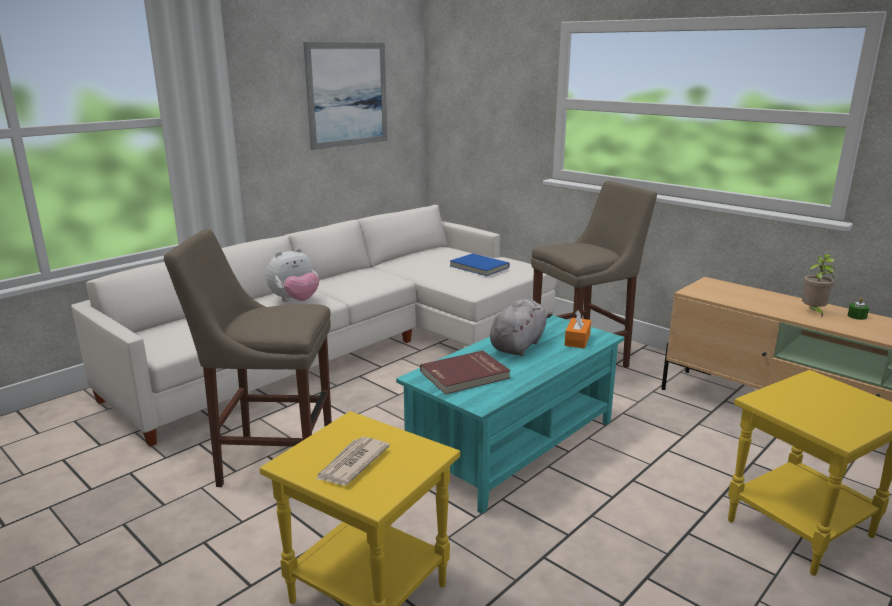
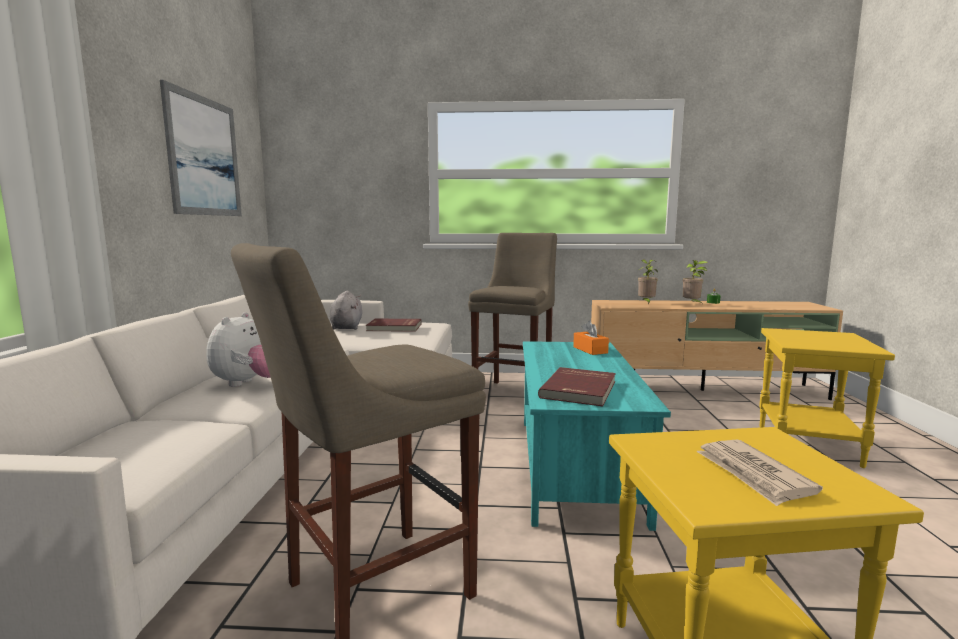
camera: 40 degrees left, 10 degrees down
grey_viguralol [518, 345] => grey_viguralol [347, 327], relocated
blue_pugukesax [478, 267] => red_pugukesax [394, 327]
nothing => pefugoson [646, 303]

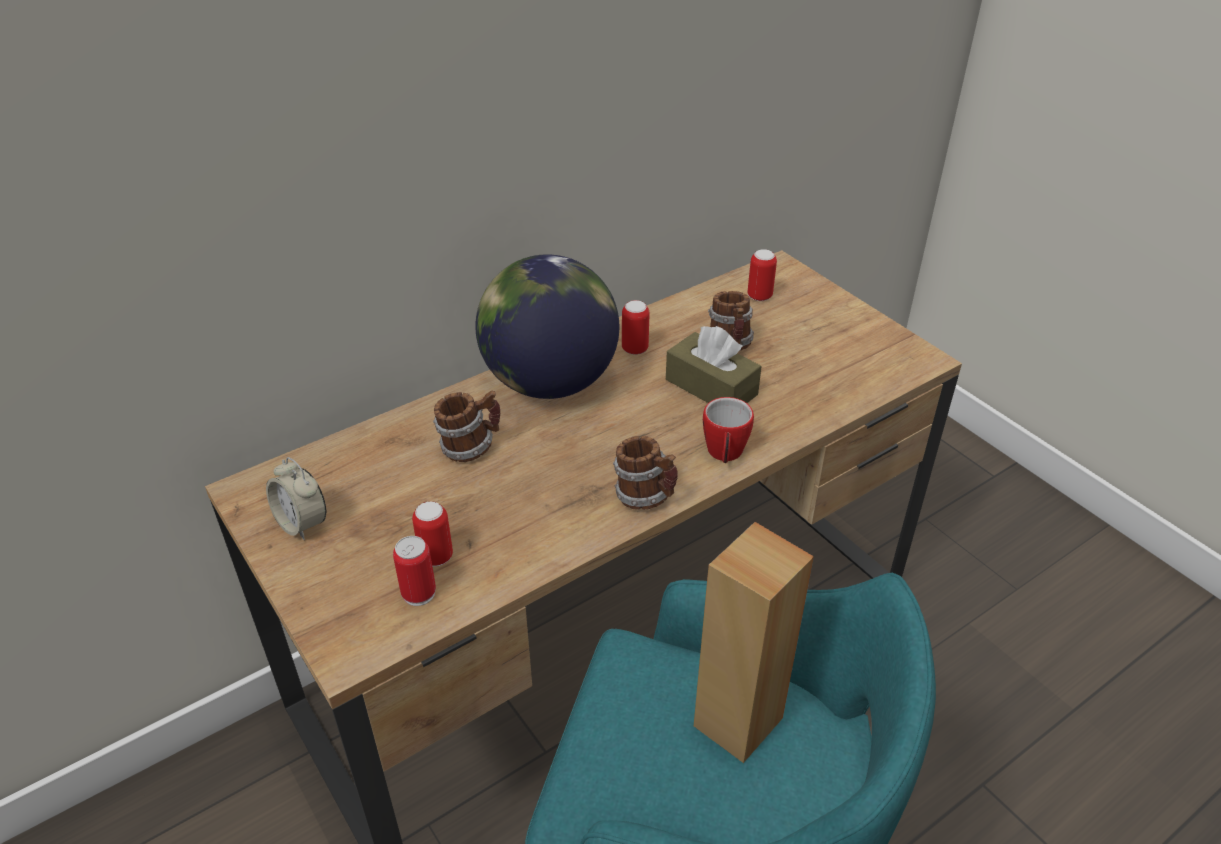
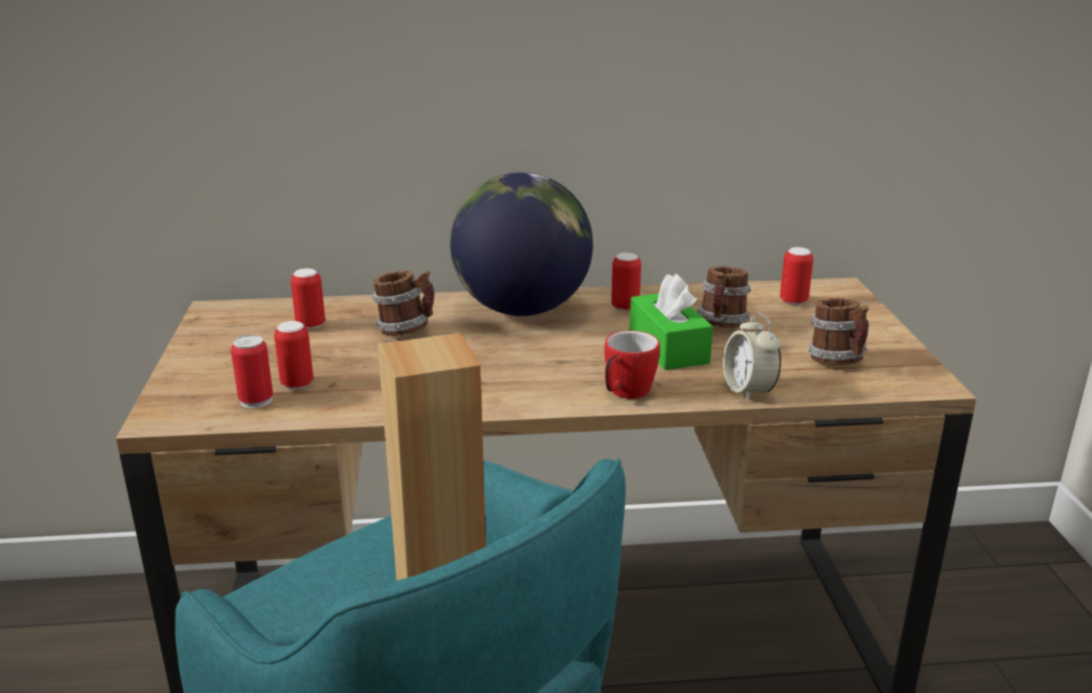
camera: 30 degrees right, 15 degrees down
nothing => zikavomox [310, 325]
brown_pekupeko [711, 387] => green_pekupeko [668, 347]
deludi [302, 523] => deludi [748, 390], relocated
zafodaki [646, 497] => zafodaki [838, 362], relocated

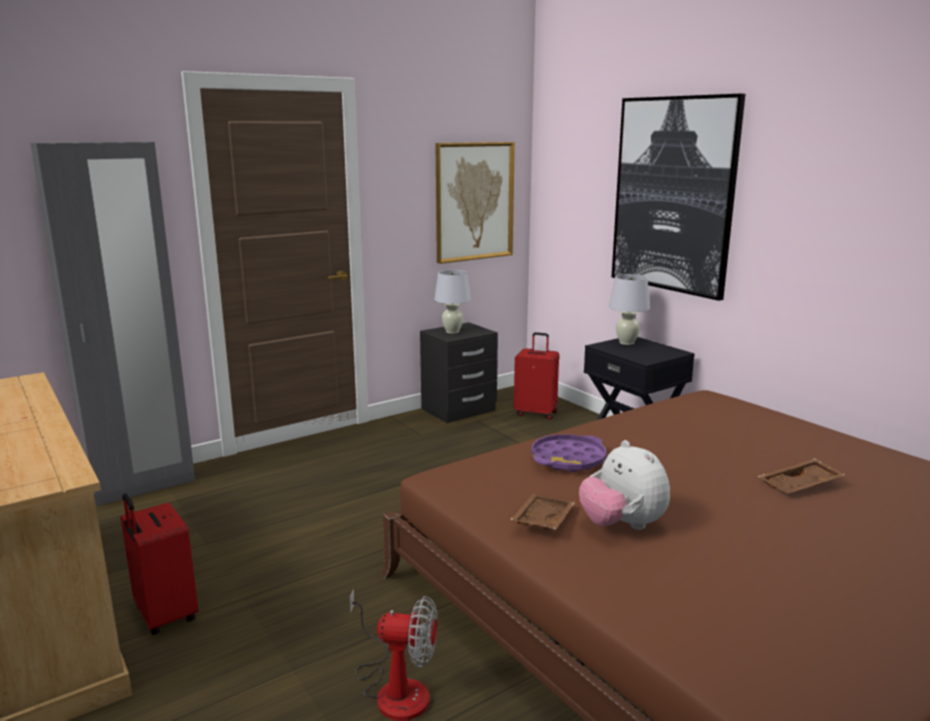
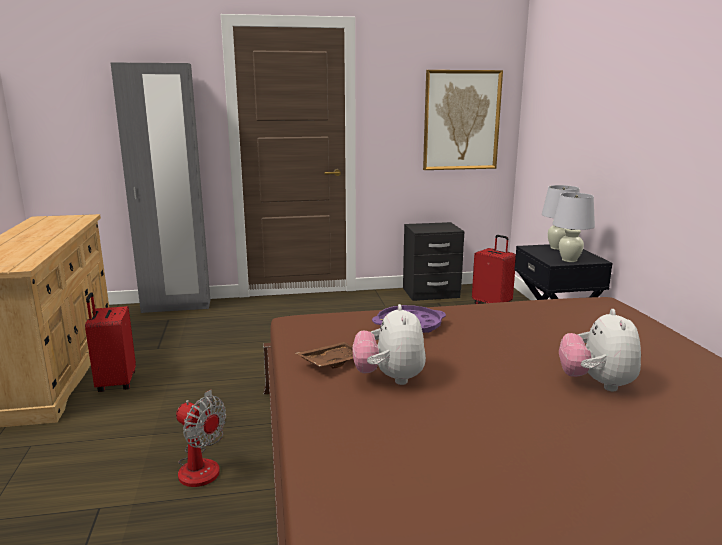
camera: 25 degrees right, 0 degrees up
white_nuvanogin [452, 331] => white_nuvanogin [569, 260], relocated
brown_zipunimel [801, 486] => viguralol [596, 384]
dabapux [673, 195] => nothing

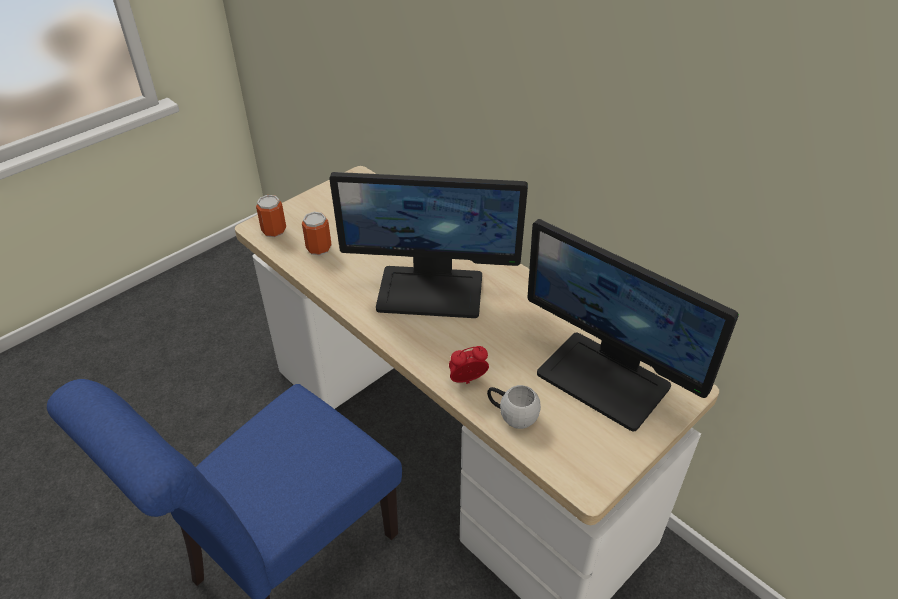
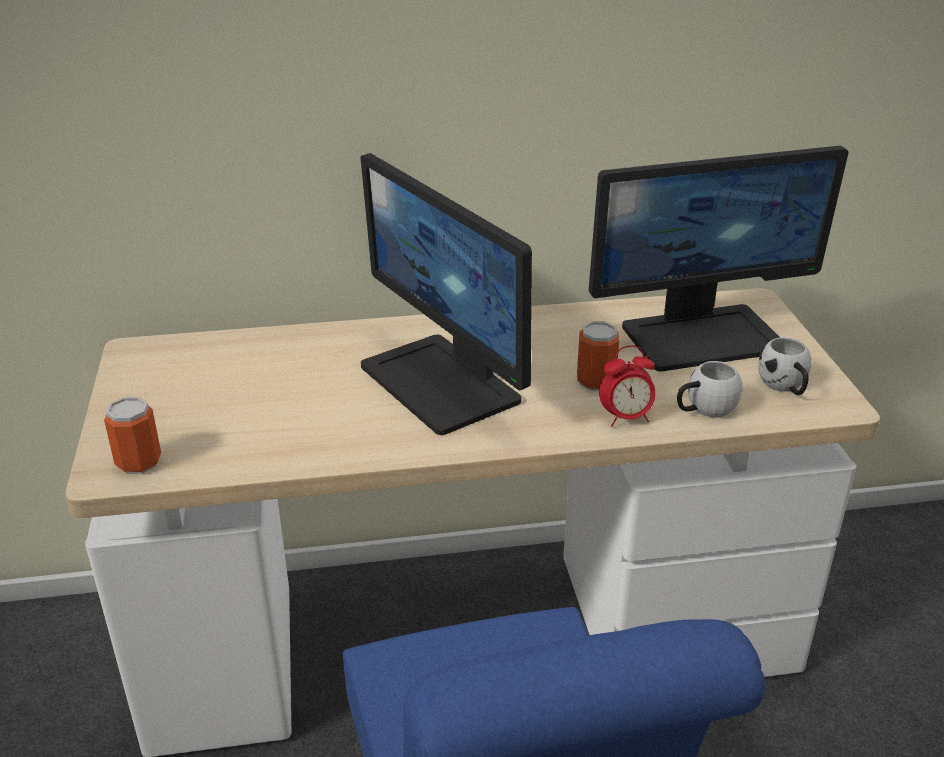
camera: 55 degrees left, 10 degrees down
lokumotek [431, 290] => lokumotek [443, 383], 105 degrees clockwise
zikavomox [319, 248] => zikavomox [595, 381], relocated
deludi [467, 381] => deludi [626, 418], 120 degrees counterclockwise
nothing => white_zafodaki [785, 387]

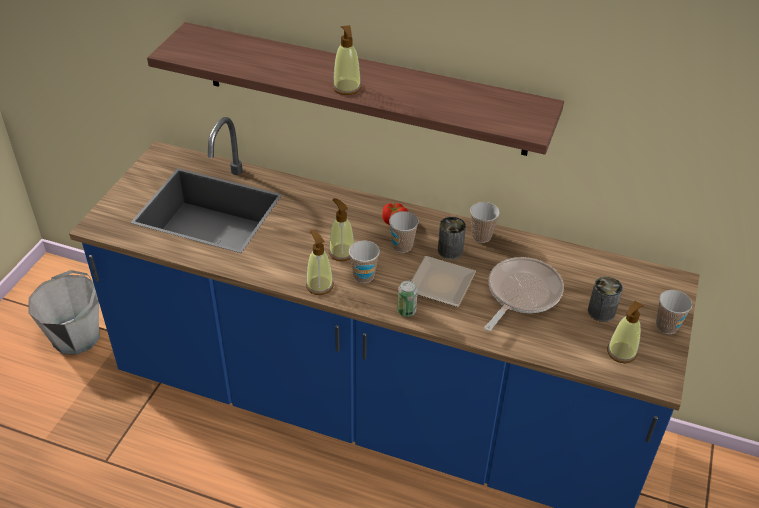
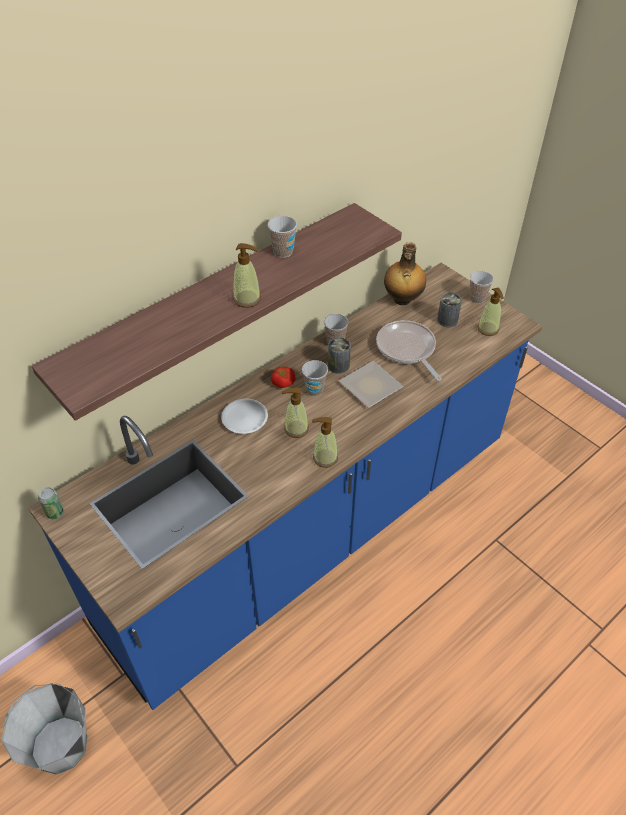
camera: 60 degrees left, 5 degrees up
zikavomox [406, 311] => zikavomox [55, 513], relocated
nothing => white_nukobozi [245, 419]
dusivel [364, 276] => dusivel [283, 252], relocated
nothing => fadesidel [402, 299]

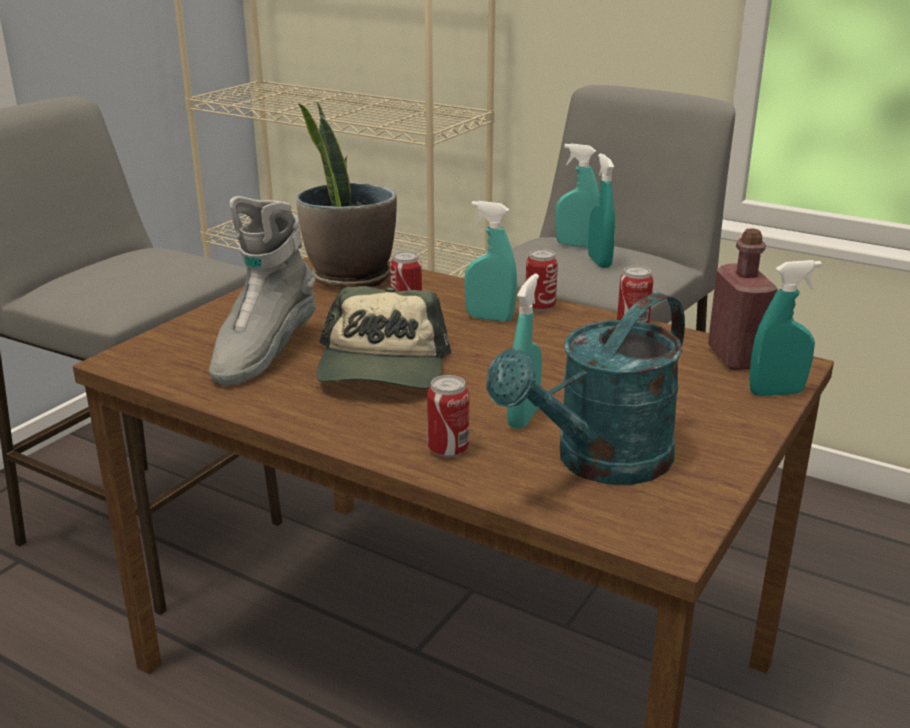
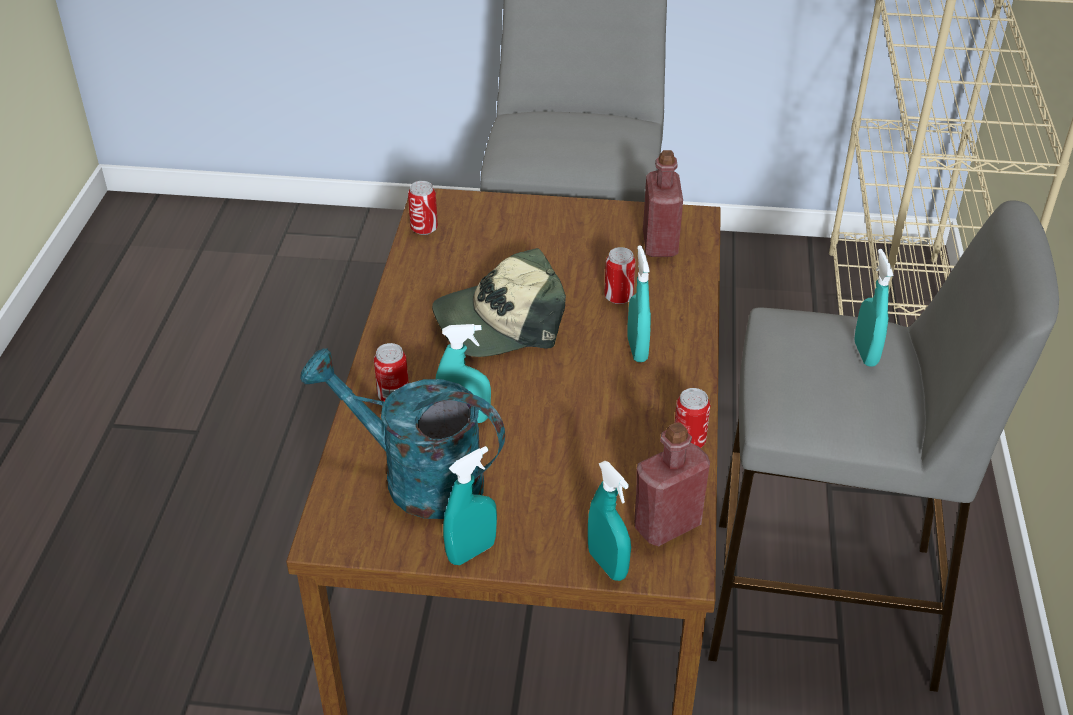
camera: 65 degrees right, 15 degrees up
zikavomox [540, 307] => zikavomox [424, 229], relocated
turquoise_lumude [599, 262] => turquoise_lumude [471, 552], relocated
pefugoson [349, 277] => red_fadesidel [660, 244]
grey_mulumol [263, 354] => nothing

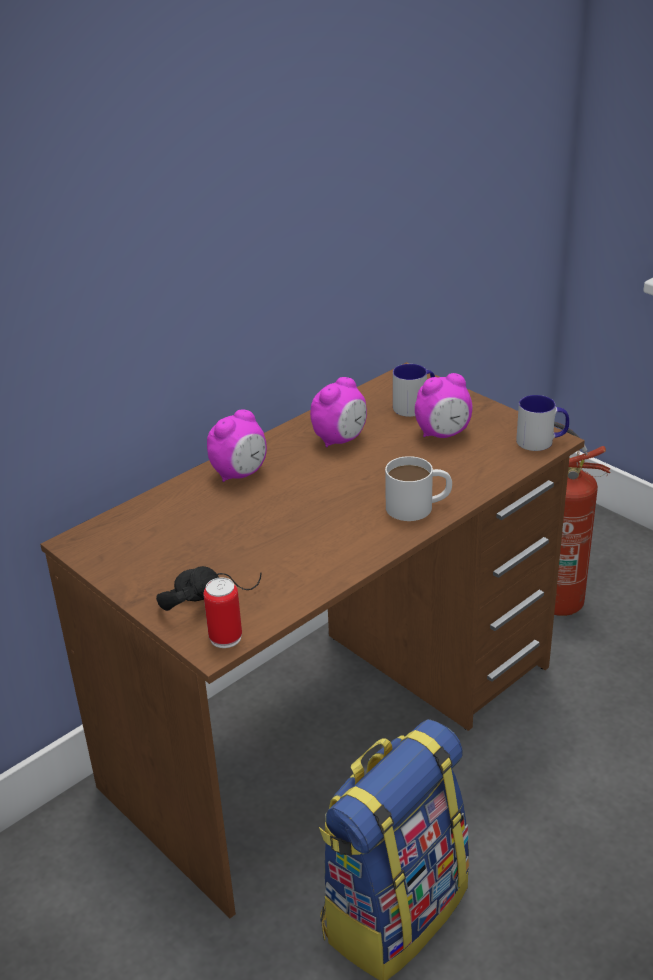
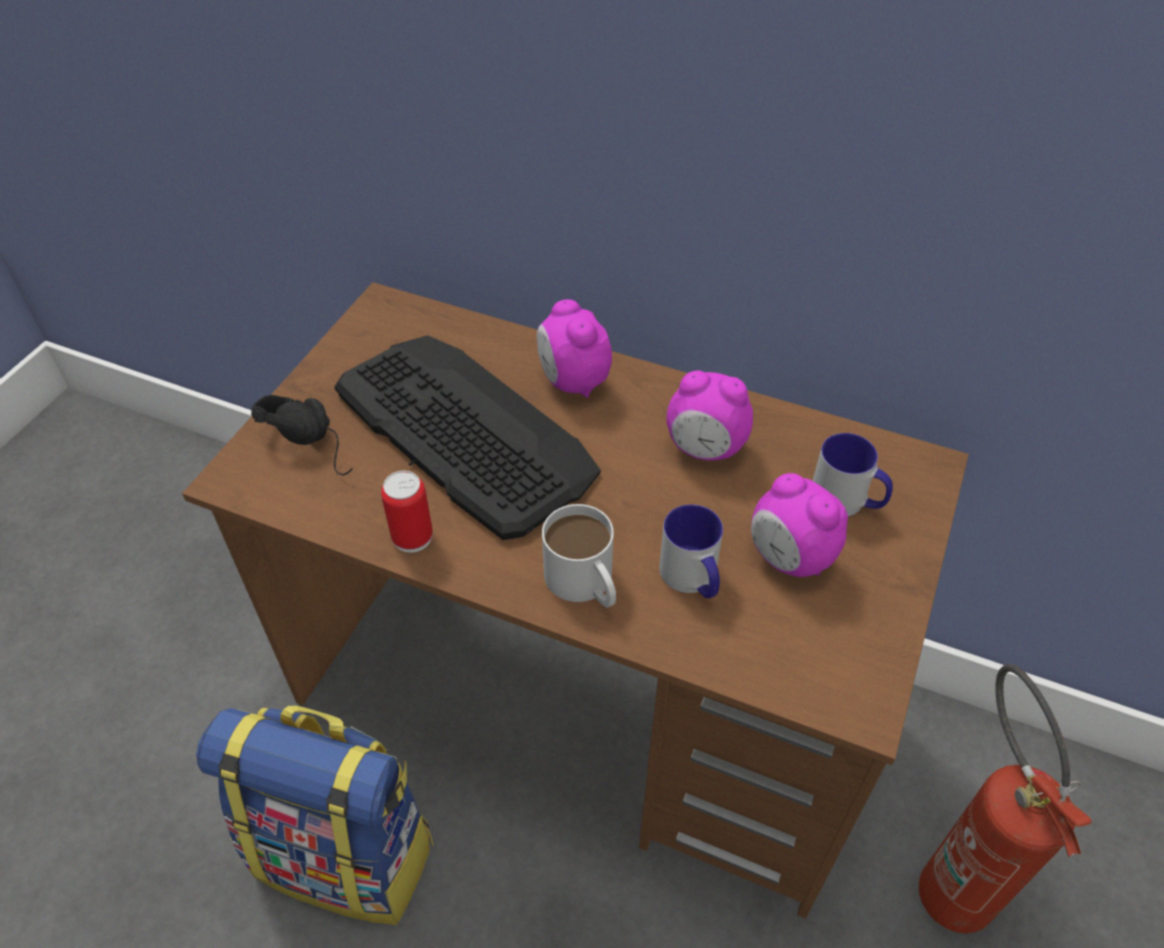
camera: 65 degrees right, 15 degrees up
nothing => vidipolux [463, 431]
zikavomox [225, 637] => zikavomox [412, 537], relocated
deludi [240, 474] => deludi [573, 381], 45 degrees clockwise
zafodaki [541, 441] => zafodaki [692, 579], relocated

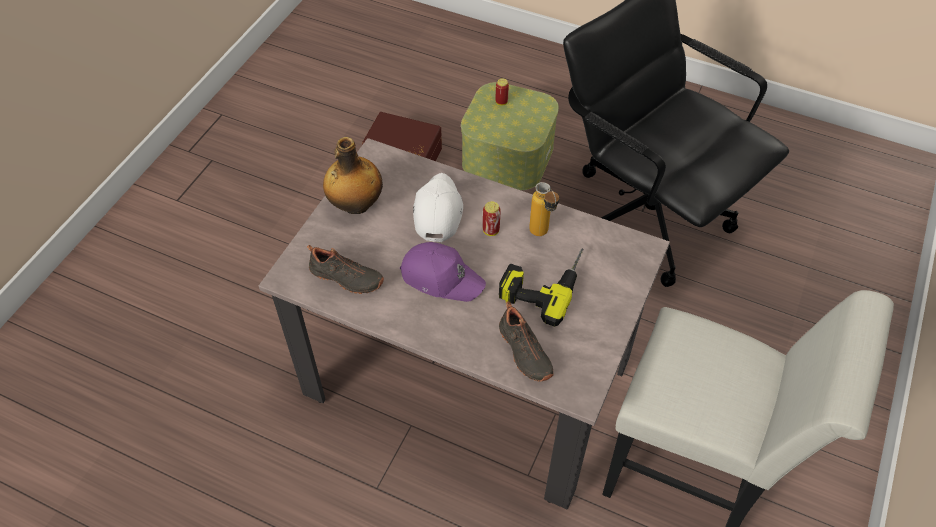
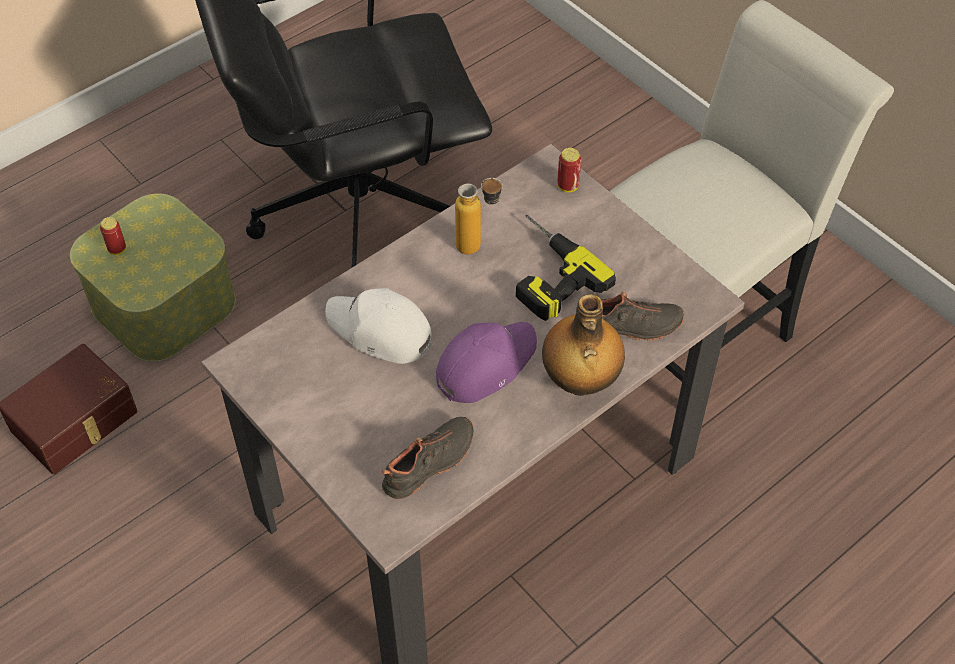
camera: 65 degrees left, 0 degrees up
fadesidel [355, 205] => fadesidel [579, 381], relocated
zikavomox [491, 230] => zikavomox [567, 186], relocated

